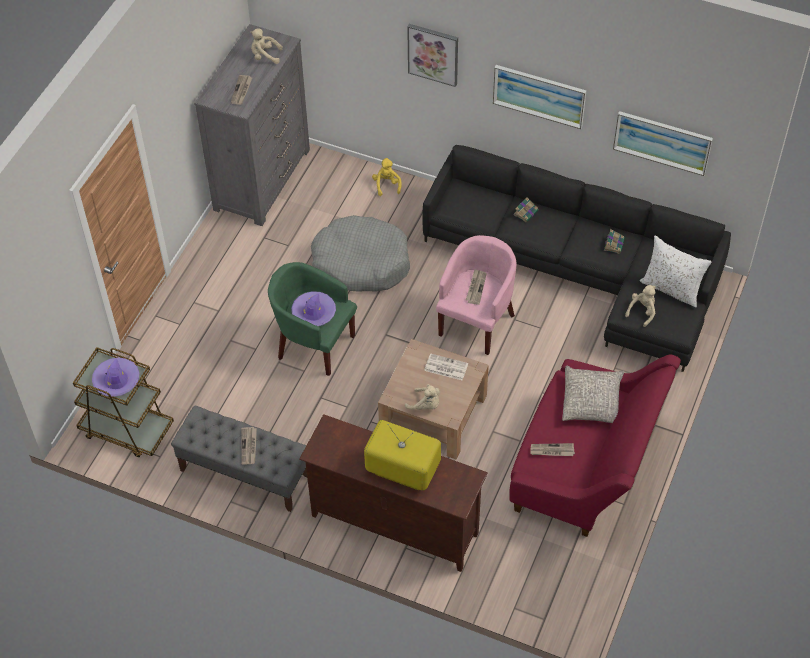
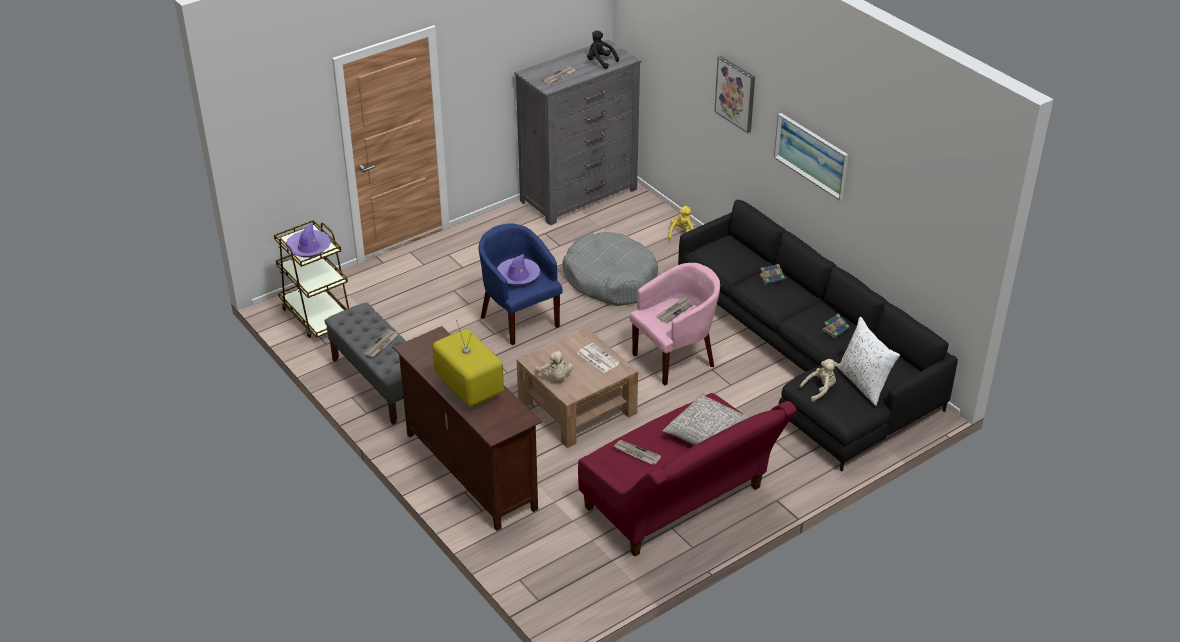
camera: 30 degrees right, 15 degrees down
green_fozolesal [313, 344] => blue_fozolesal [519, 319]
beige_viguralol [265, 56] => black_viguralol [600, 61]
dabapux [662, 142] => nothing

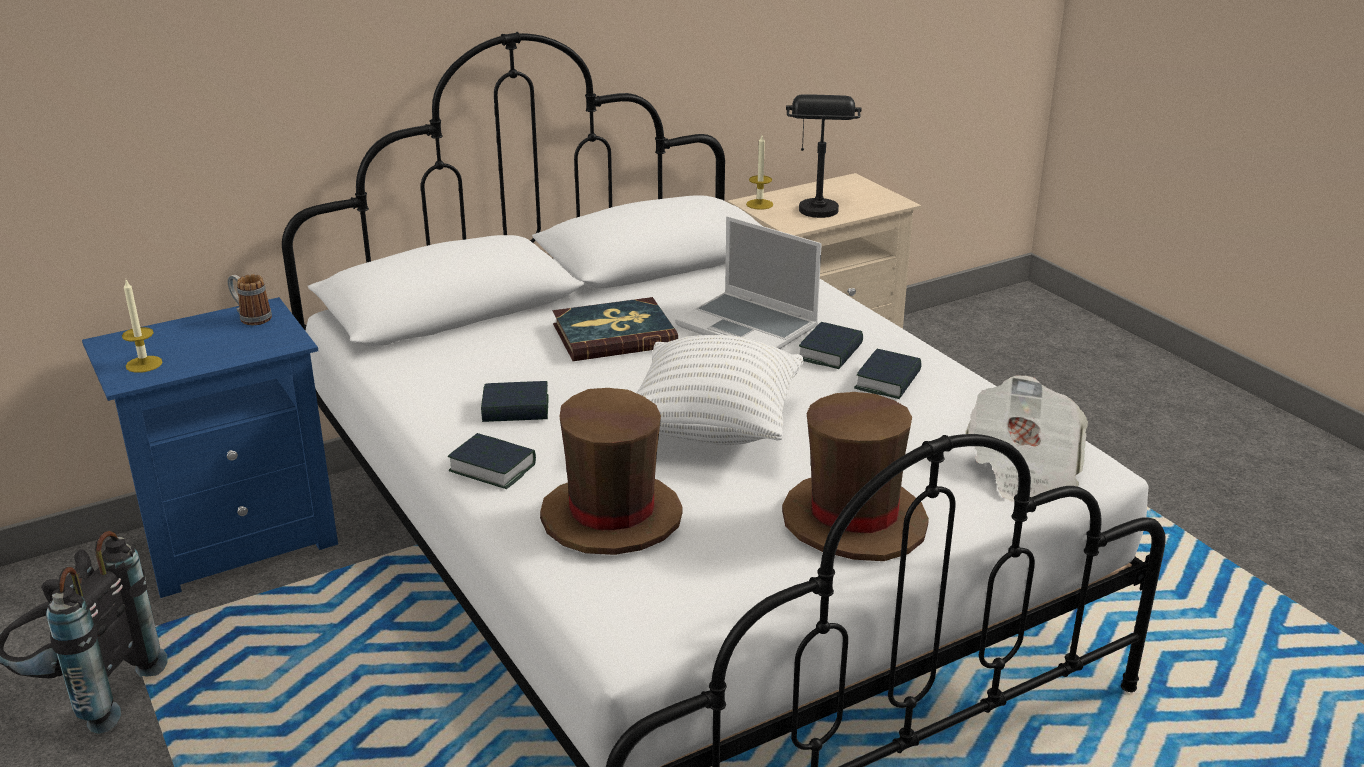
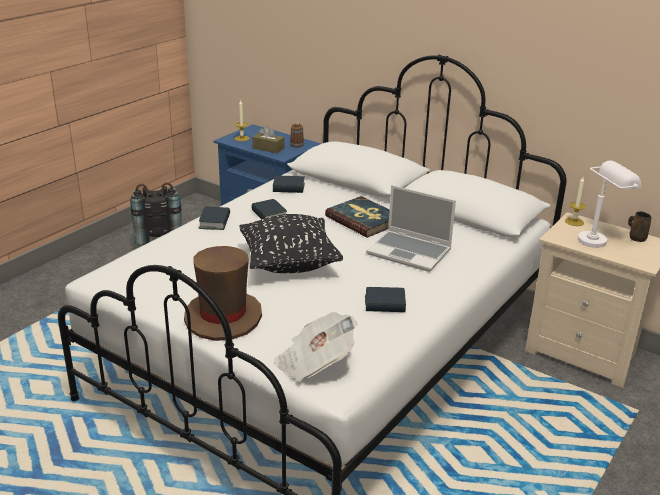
camera: 65 degrees right, 0 degrees up
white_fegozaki [714, 428] => black_fegozaki [289, 264]
nothing => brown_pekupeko [268, 148]
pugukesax [830, 352] => pugukesax [289, 188], relocated
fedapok [749, 327] => fedapok [410, 252], 75 degrees counterclockwise
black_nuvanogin [817, 205] => white_nuvanogin [599, 239]
nothing => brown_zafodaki [636, 238]
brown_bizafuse [610, 518] => nothing

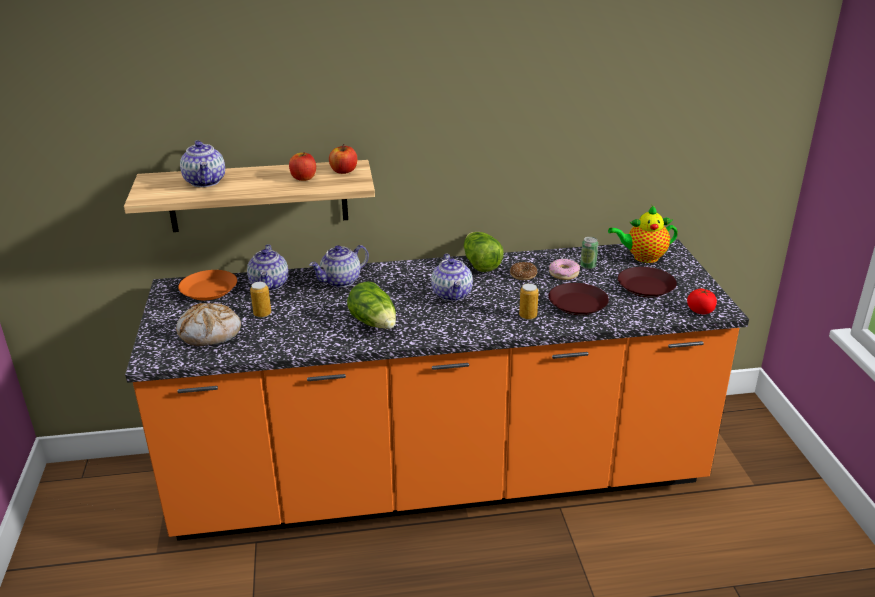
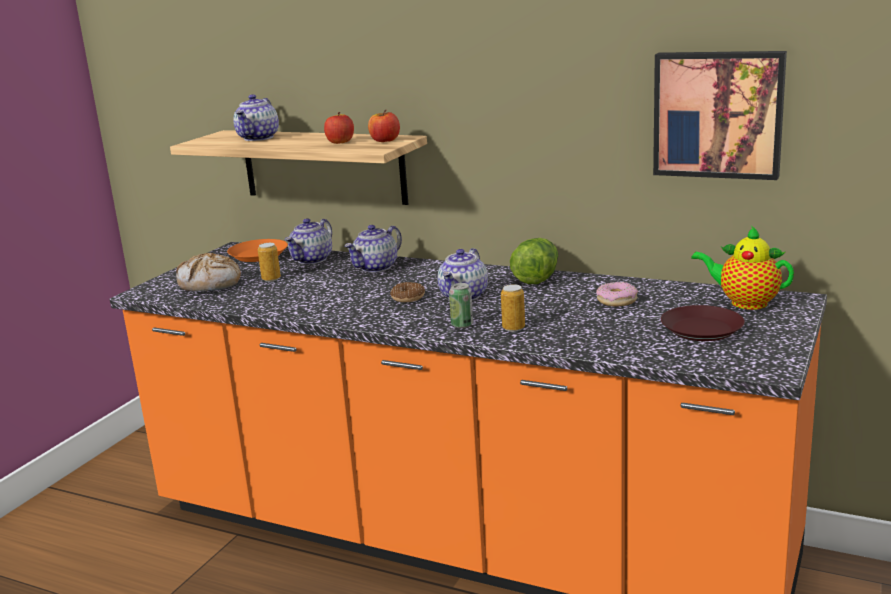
camera: 35 degrees right, 10 degrees down
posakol [341, 281] => posakol [376, 268], 45 degrees counterclockwise
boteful [523, 275] => boteful [408, 298], relocated
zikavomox [588, 266] => zikavomox [462, 325], relocated
nothing => dabapux [718, 114]
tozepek [375, 323] => nothing
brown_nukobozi [578, 304] => nothing
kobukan [700, 311] => nothing

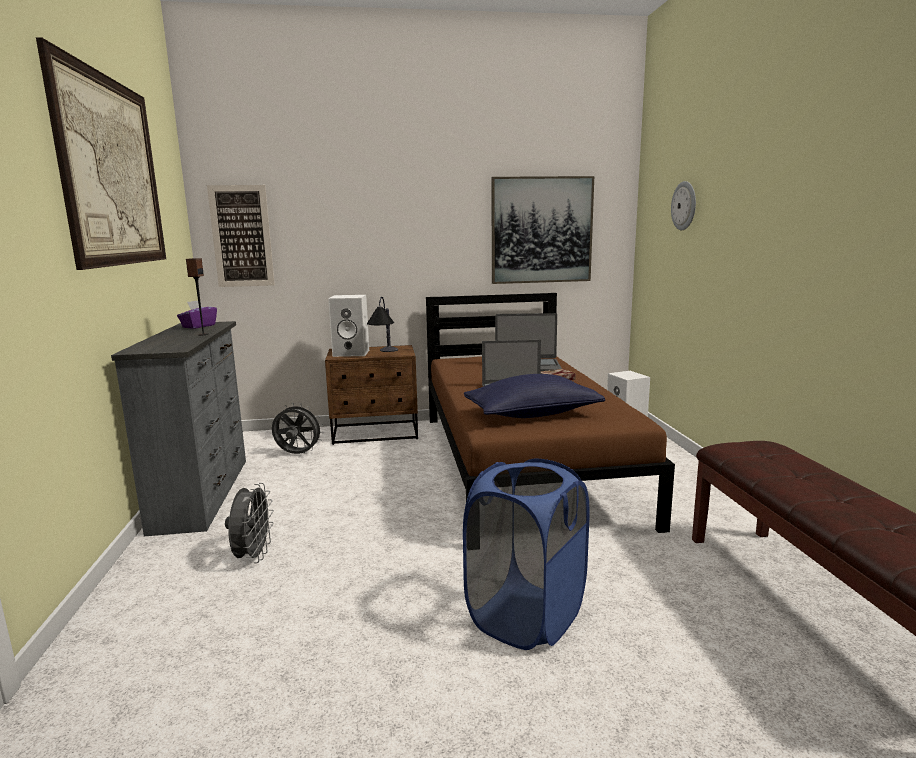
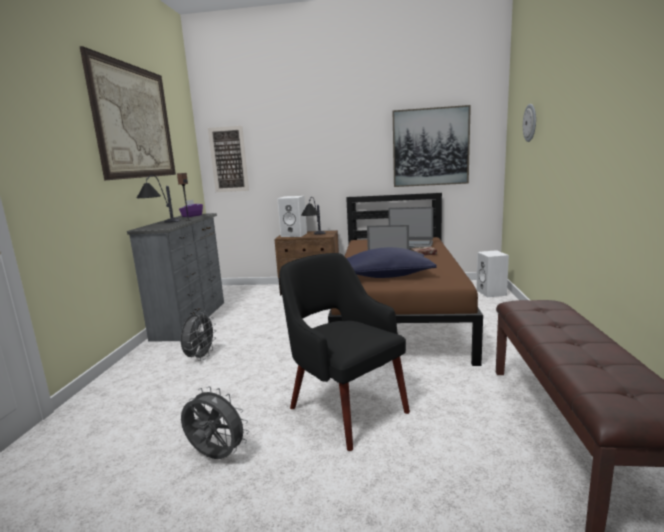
camera: 15 degrees right, 0 degrees up
nothing => nuvanogin [160, 223]
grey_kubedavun [297, 455] => grey_kubedavun [215, 457], relocated
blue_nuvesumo [526, 616] => black_fozolesal [346, 409]

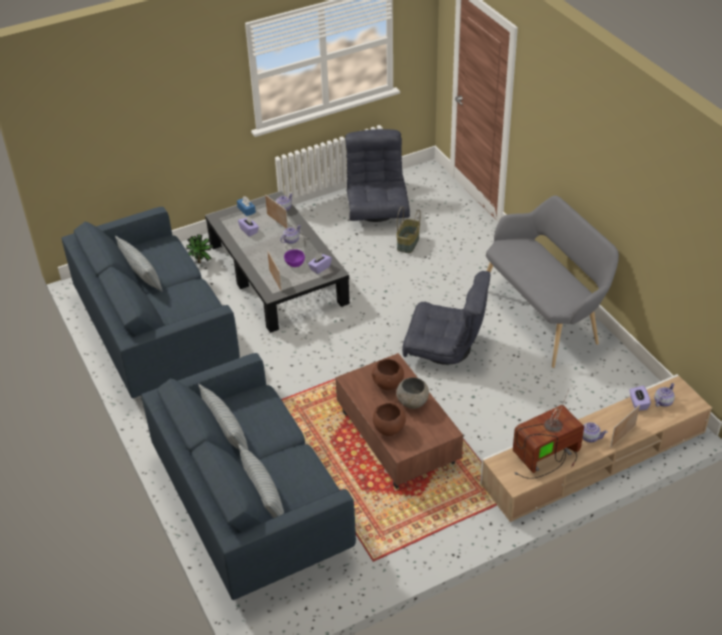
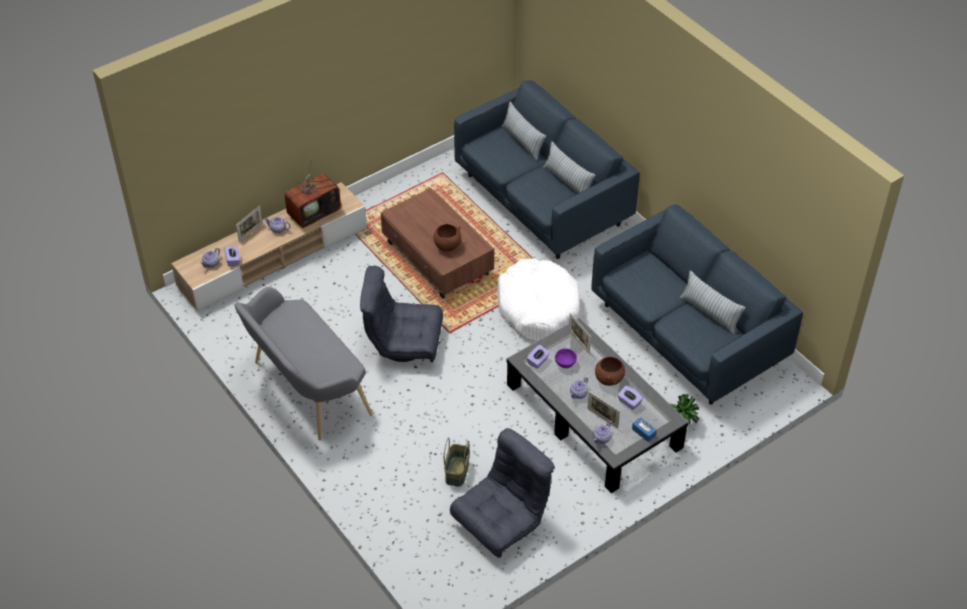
camera: 170 degrees right, 5 degrees up
grey_fozolesal [377, 209] => grey_fozolesal [502, 521], 120 degrees counterclockwise
nothing => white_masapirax [538, 309]
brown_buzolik [389, 429] => brown_buzolik [609, 380], relocated
grey_buzolik [412, 403] => nothing

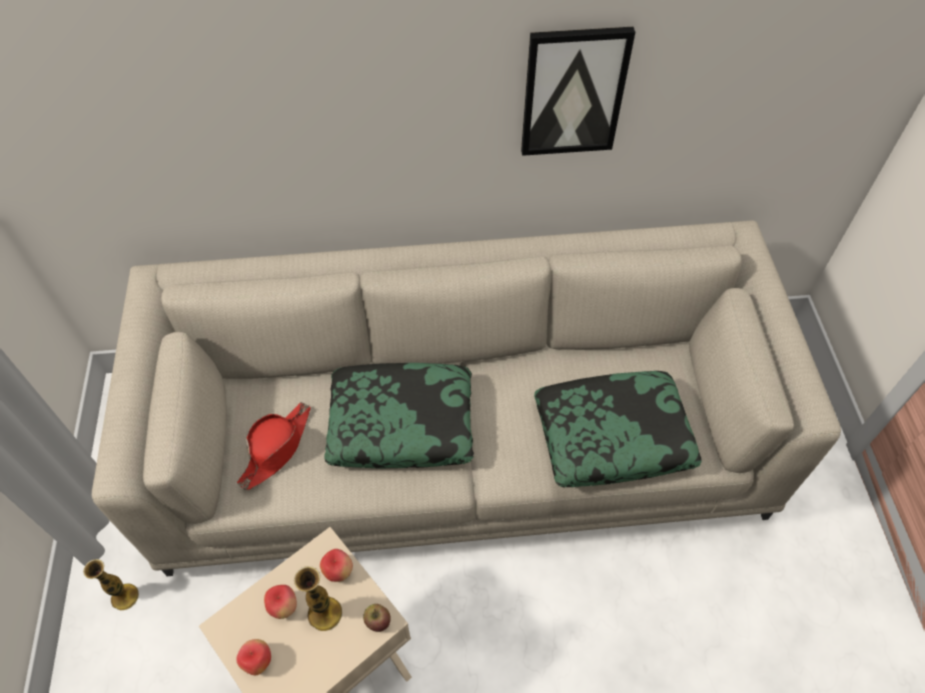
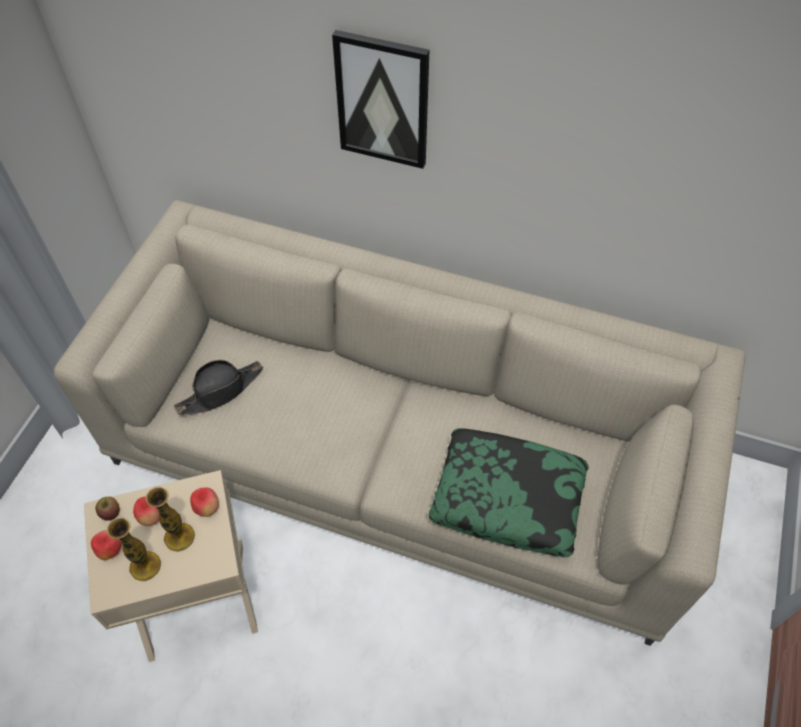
camera: 25 degrees right, 0 degrees up
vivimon [377, 621] => vivimon [110, 512], relocated
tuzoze [125, 596] => tuzoze [145, 566], relocated
red_bizafuse [277, 448] => black_bizafuse [221, 391]
dabapux [573, 92] => dabapux [383, 100], relocated
fegozaki [402, 423] => nothing

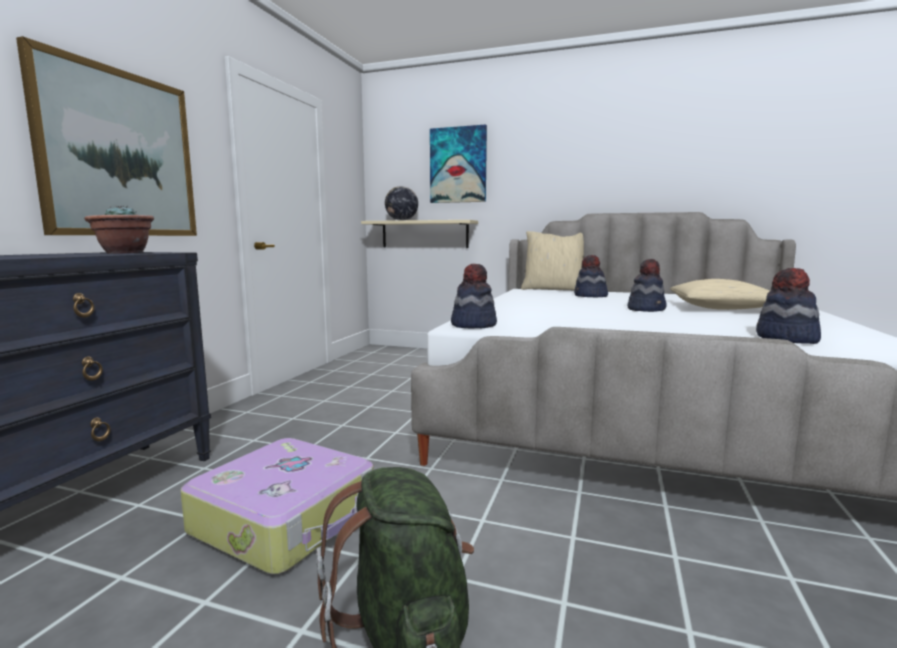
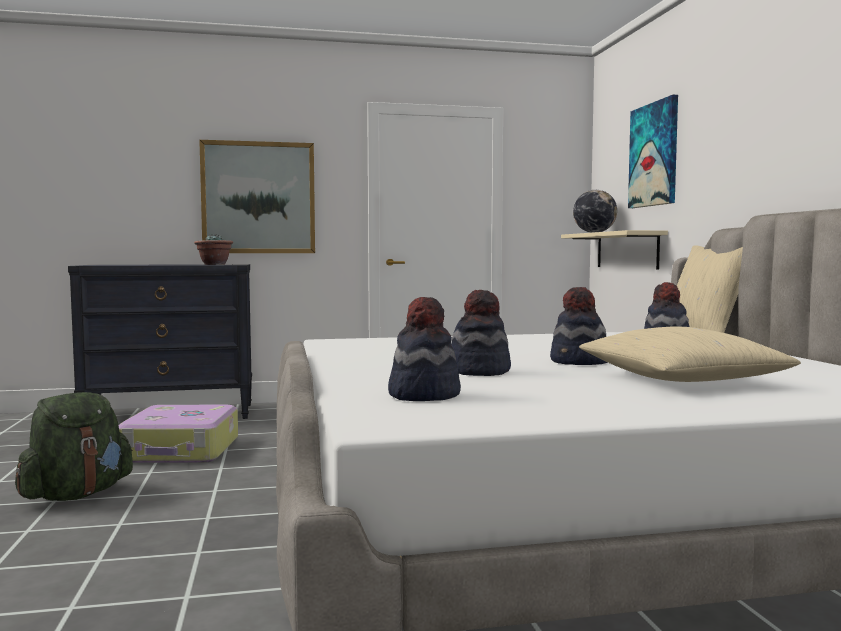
camera: 60 degrees right, 5 degrees down
bizafuse [473, 325] => bizafuse [478, 371], relocated

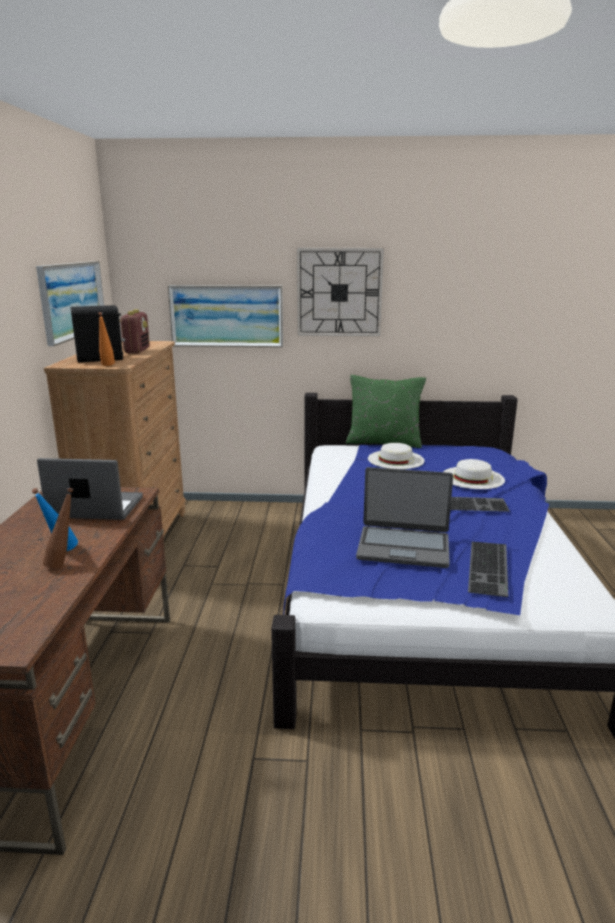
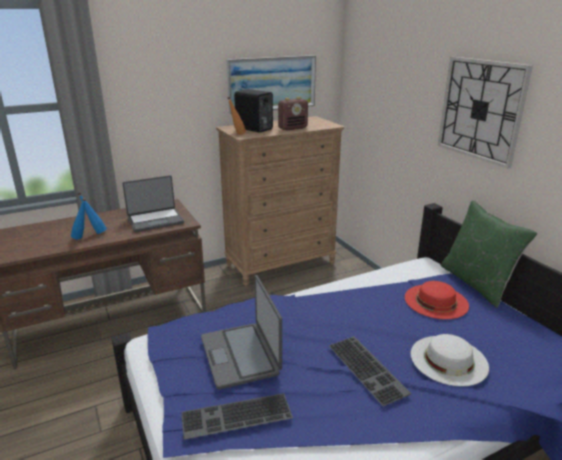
camera: 60 degrees right, 5 degrees up
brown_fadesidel [64, 563] => blue_fadesidel [82, 238]
fedapok [95, 508] => fedapok [155, 220], 90 degrees clockwise
white_bizafuse [395, 459] => red_bizafuse [436, 301]
dabapux [226, 316] => nothing

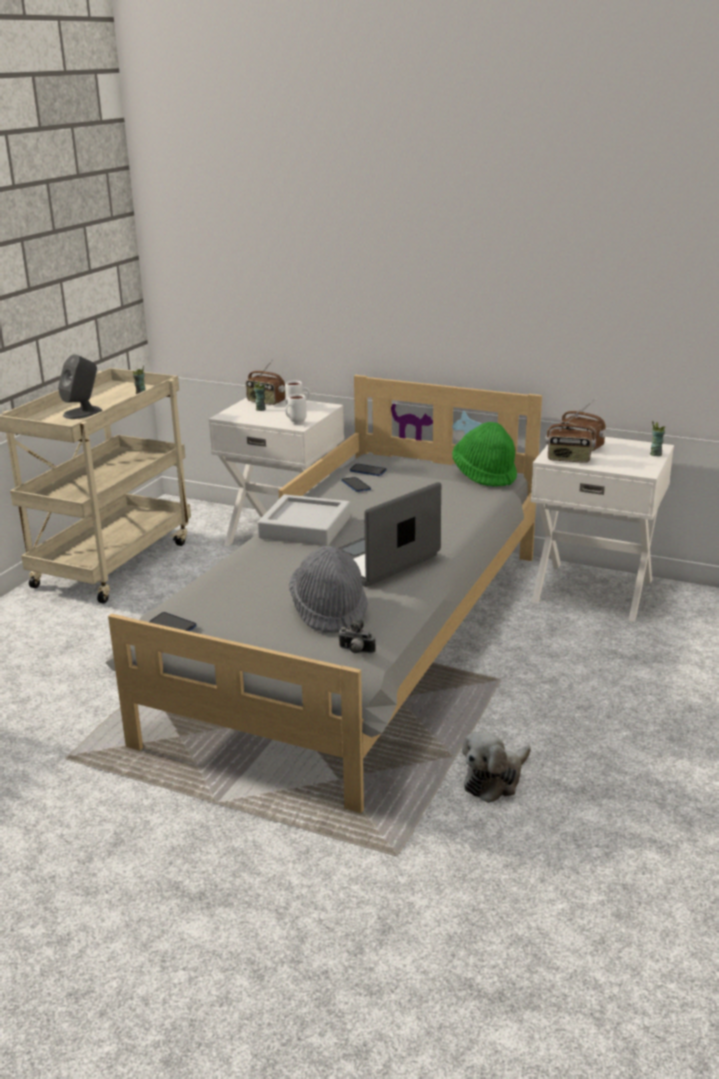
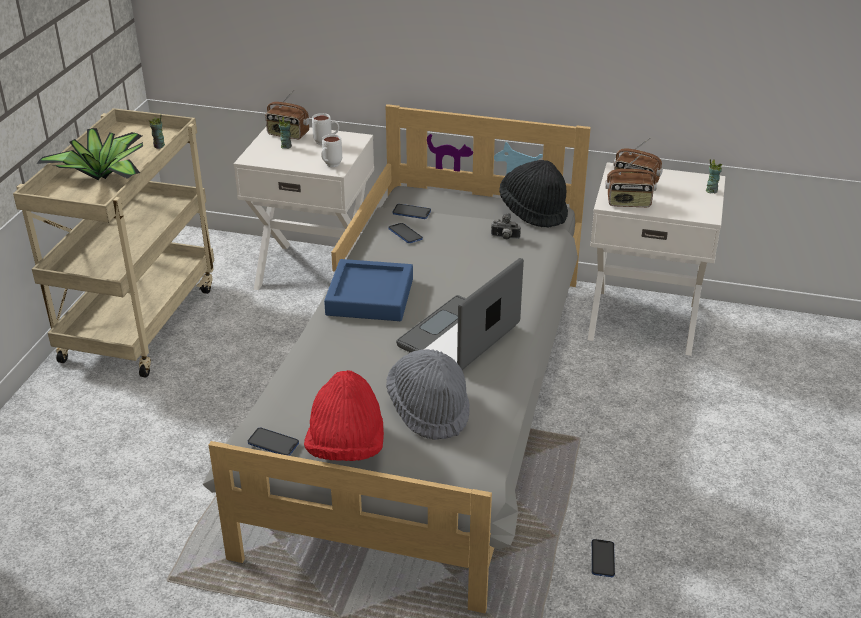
camera: 10 degrees left, 10 degrees up
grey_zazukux [83, 413] => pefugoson [103, 176]
nothing => red_bizafuse [346, 447]
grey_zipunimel [305, 527] => blue_zipunimel [370, 297]
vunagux [355, 651] => vunagux [505, 238], relocated
green_bizafuse [485, 475] => black_bizafuse [533, 211]
viguralol [495, 780] => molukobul [602, 559]

